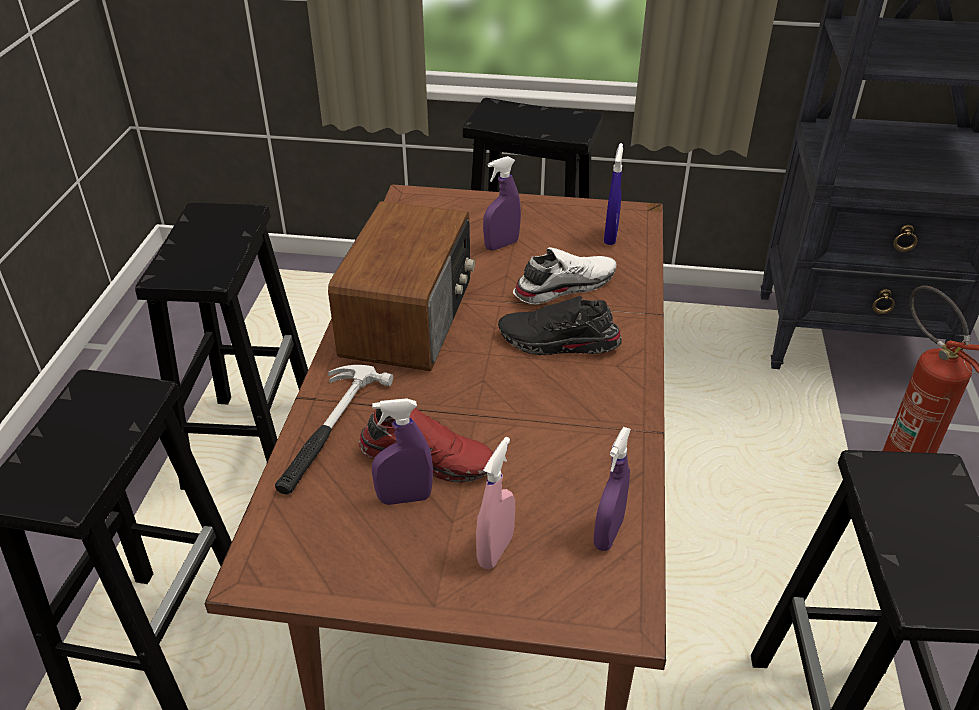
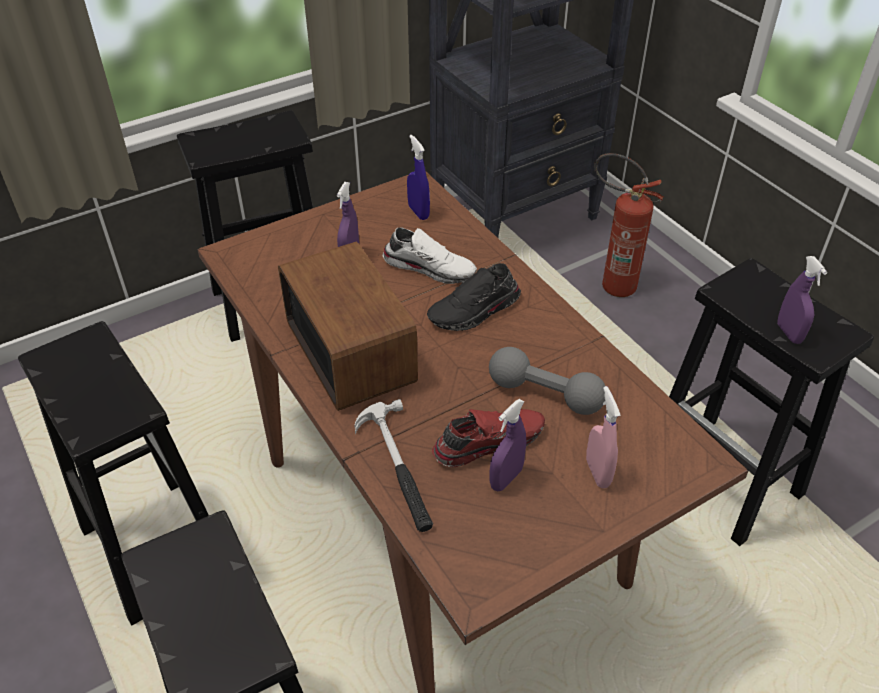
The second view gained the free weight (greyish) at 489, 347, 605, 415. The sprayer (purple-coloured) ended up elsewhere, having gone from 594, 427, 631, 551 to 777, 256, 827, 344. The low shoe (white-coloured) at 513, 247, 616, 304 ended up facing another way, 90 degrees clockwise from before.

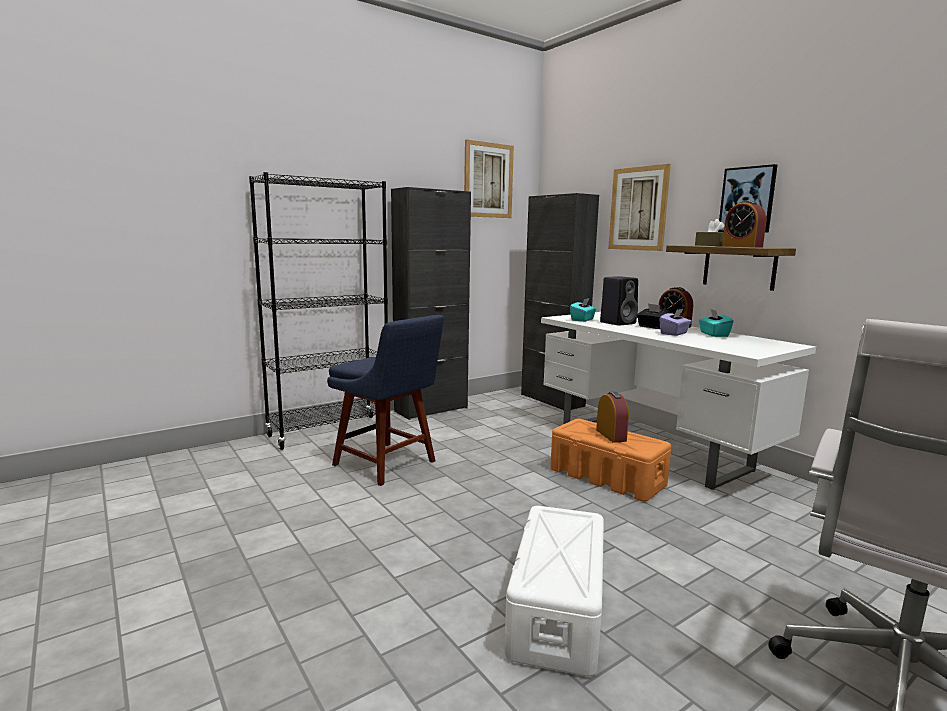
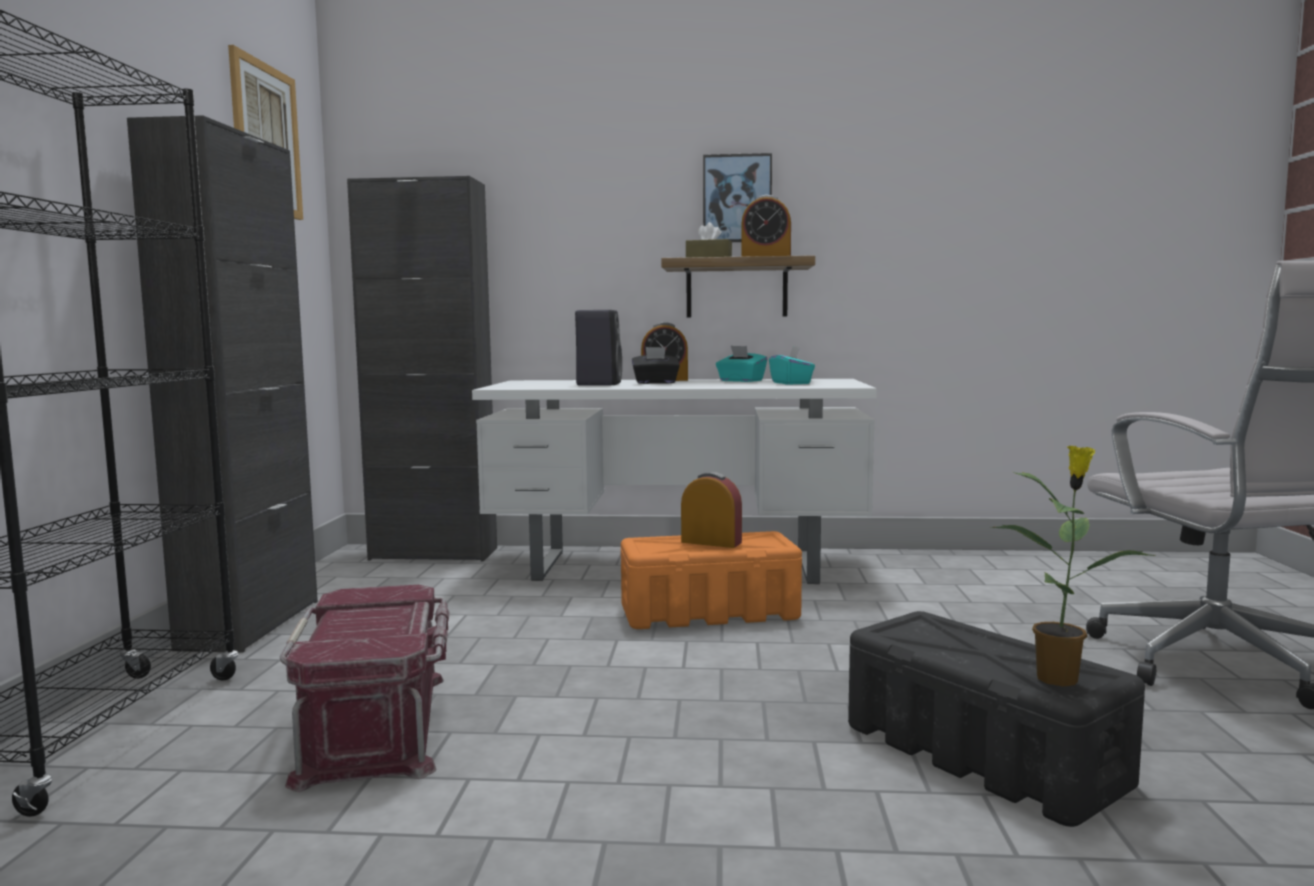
The second view lost the wall art at 608, 164, 671, 251. The second view lost the tissue box (purple-coloured) at 659, 309, 691, 336. The second view gained the potted plant at 991, 446, 1156, 687. The tissue box (turquoise) ended up elsewhere, having gone from 570, 298, 597, 322 to 769, 346, 815, 385. Where the upright chair (bluish) stood at 327, 315, 444, 486, the storage bin (red-coloured) came to stand at 280, 585, 449, 792. What was the storage bin (white-coloured) at 504, 506, 604, 676 turned into the storage bin (black-coloured) at 848, 611, 1145, 827.

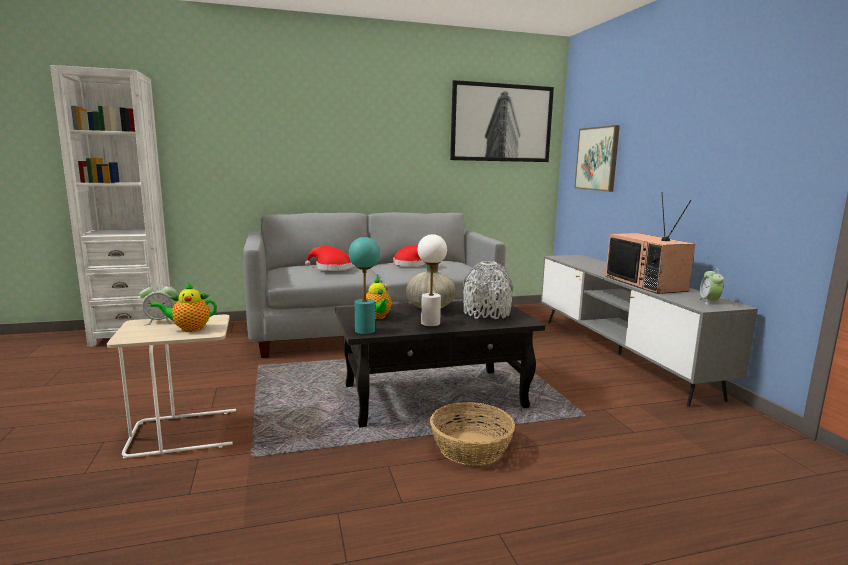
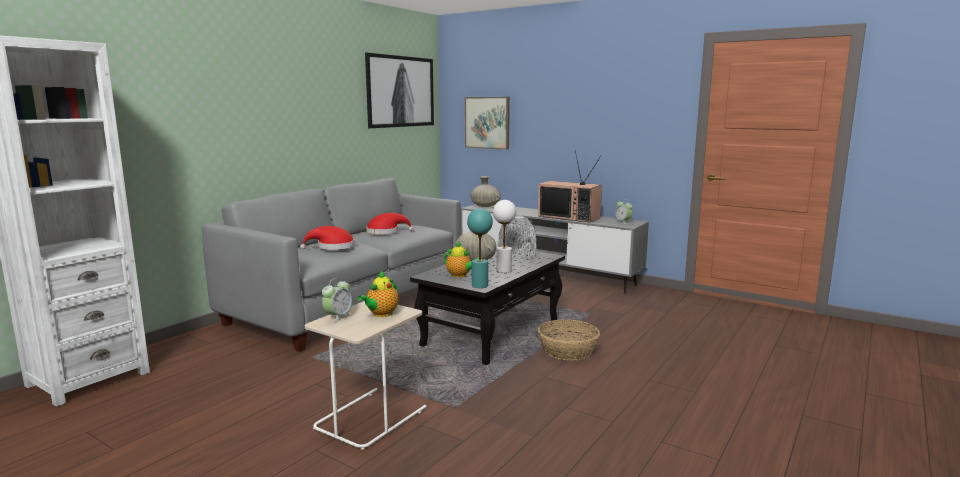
The second view gained the decorative vase (beige) at 470, 176, 500, 207.

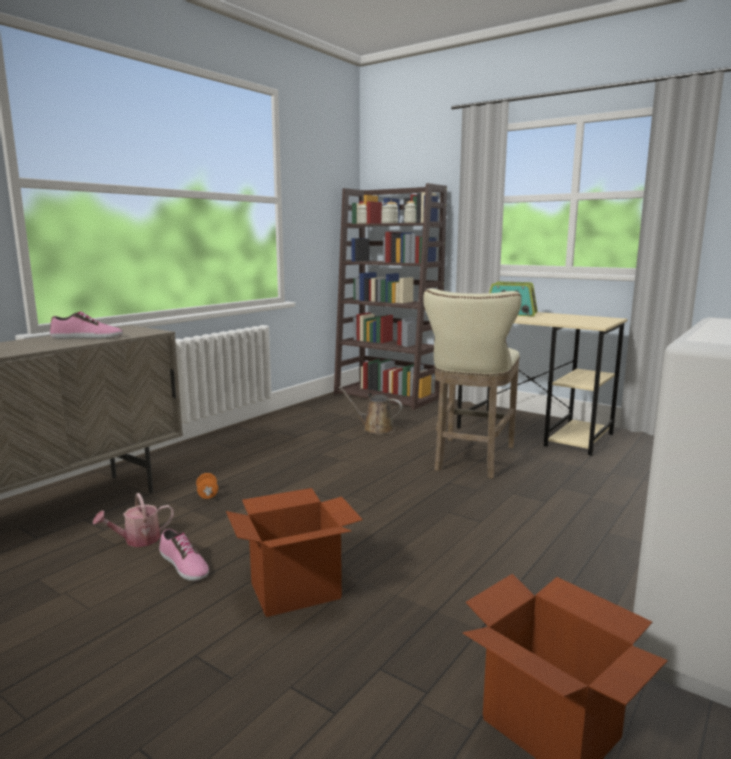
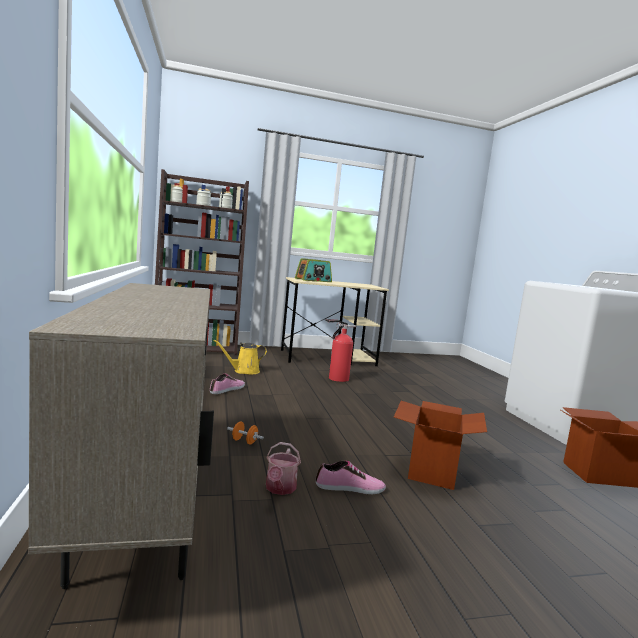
The low shoe ended up elsewhere, having gone from 50, 312, 123, 339 to 210, 374, 245, 394. Where the sitting stool (beige) stood at 423, 288, 522, 478, the extinguisher came to stand at 326, 319, 356, 382. What was the watering can (brown) at 338, 387, 403, 435 turned into the watering can (yellowish) at 213, 340, 267, 375.

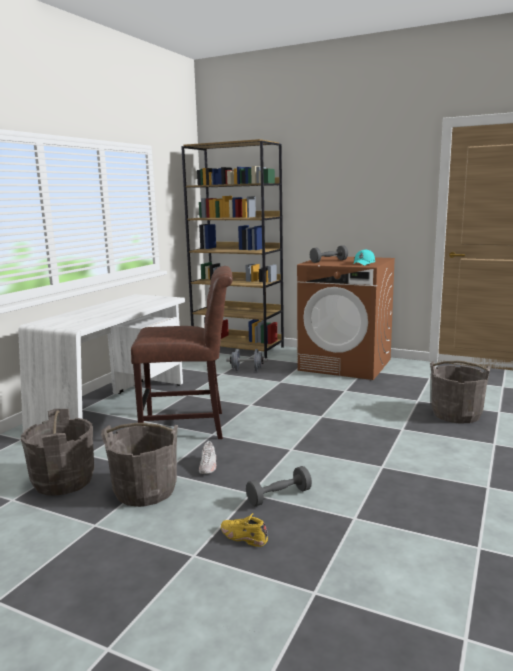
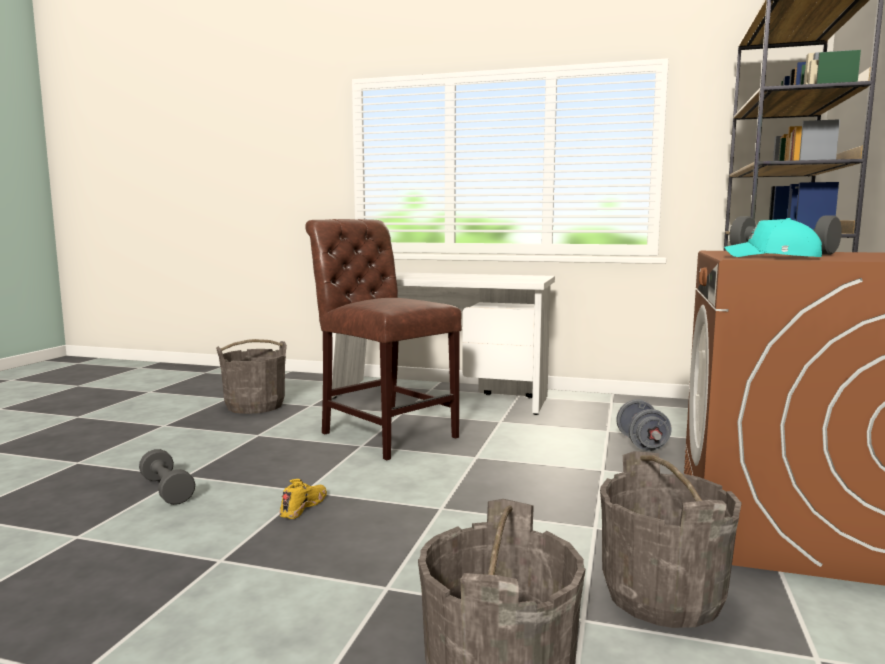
The second view lost the low shoe (white-coloured) at 199, 441, 216, 474. The bucket (greyish) ended up elsewhere, having gone from 101, 423, 178, 507 to 600, 451, 742, 628. The low shoe (yellowish) ended up elsewhere, having gone from 221, 513, 268, 547 to 280, 479, 327, 519. The upright chair (brown) at 131, 266, 233, 439 ended up facing another way, 150 degrees clockwise from before.

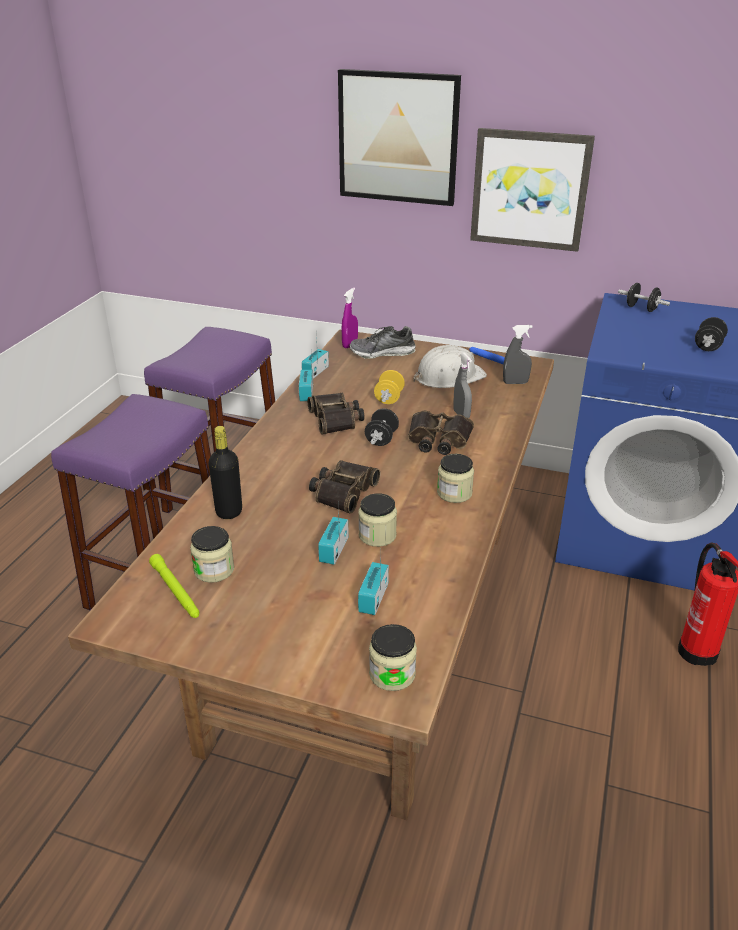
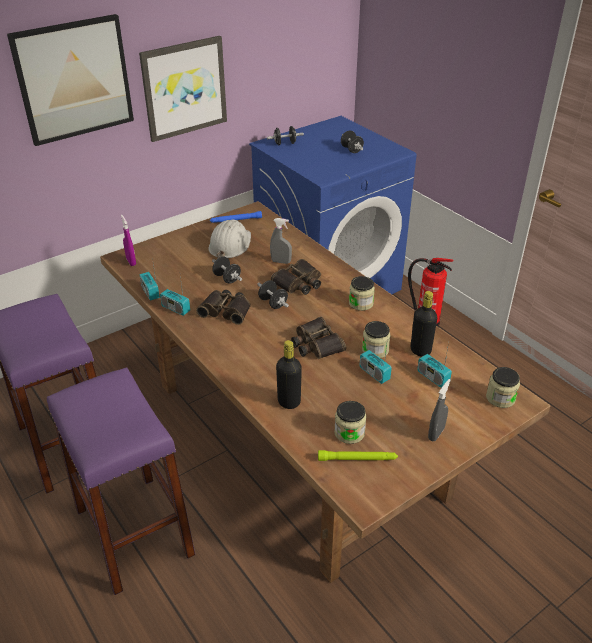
The second view lost the low shoe at 350, 326, 416, 359. The second view gained the drink bottle (black-coloured) at 411, 291, 437, 357. The sprayer (greyish) ended up elsewhere, having gone from 503, 325, 533, 384 to 428, 379, 451, 441. What was the free weight (yellowish) at 374, 370, 405, 404 turned into the free weight (black-coloured) at 212, 257, 242, 284.

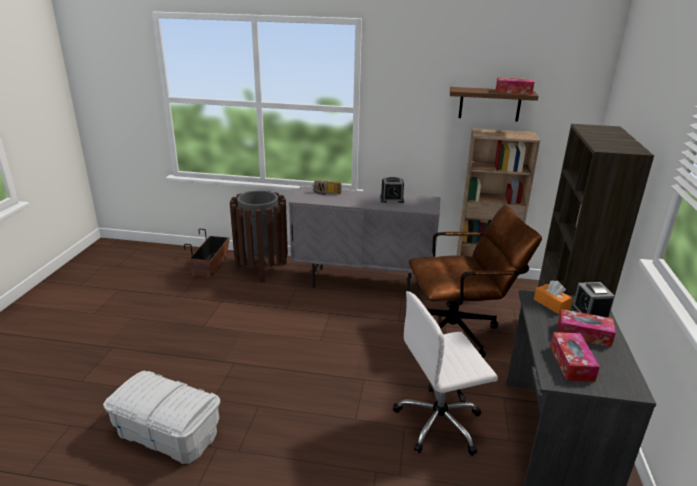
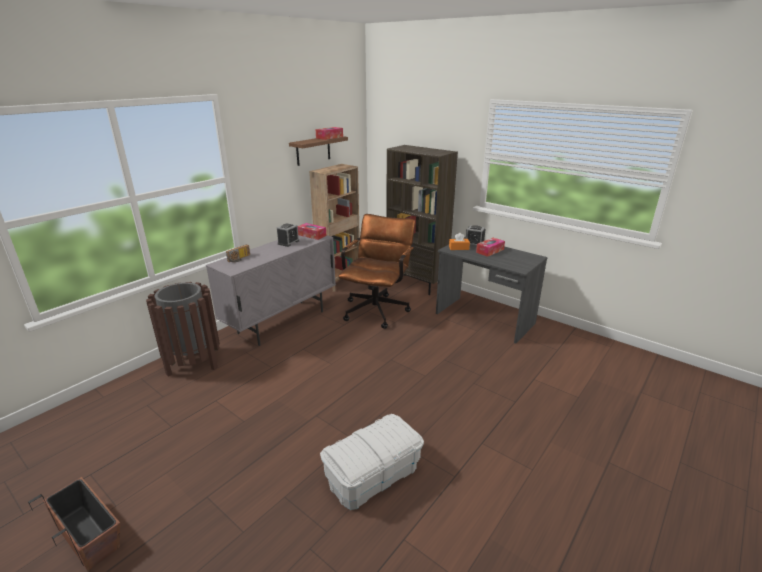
The second view lost the computer chair (white-coloured) at 393, 291, 498, 456. The planter ended up elsewhere, having gone from 184, 229, 230, 278 to 28, 477, 120, 571. The tissue box ended up elsewhere, having gone from 550, 332, 600, 382 to 298, 223, 326, 240.

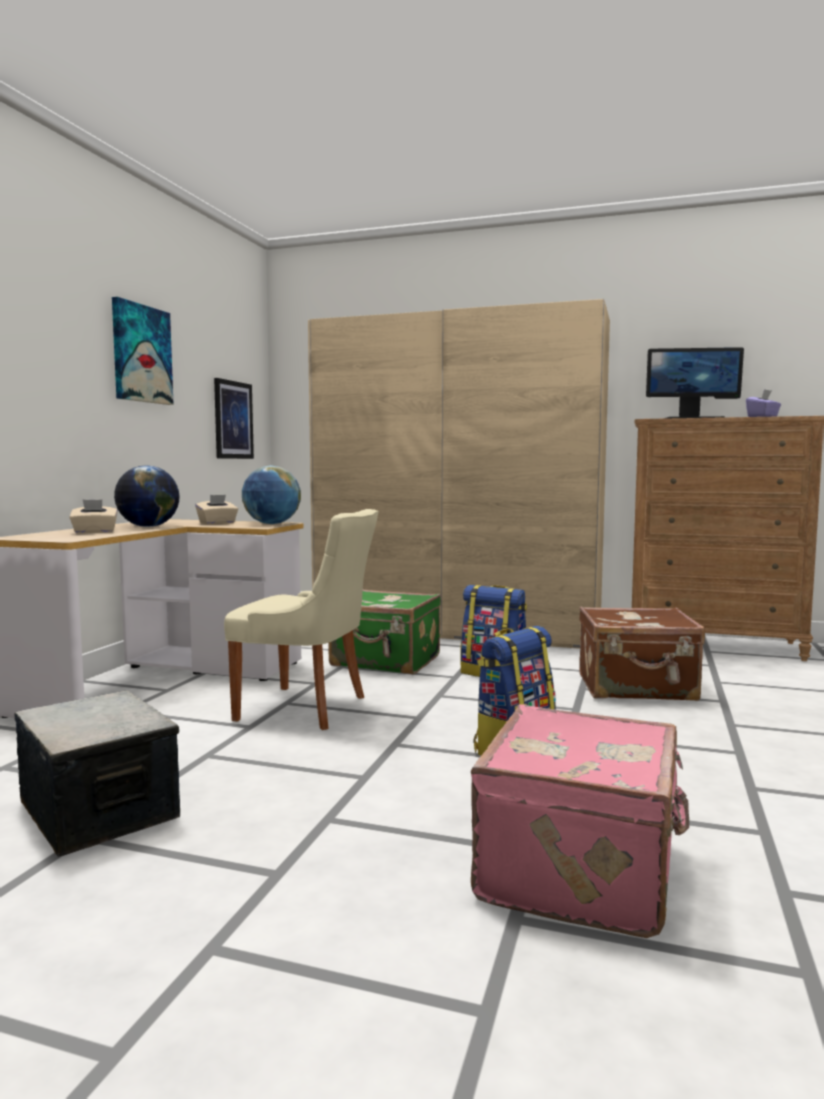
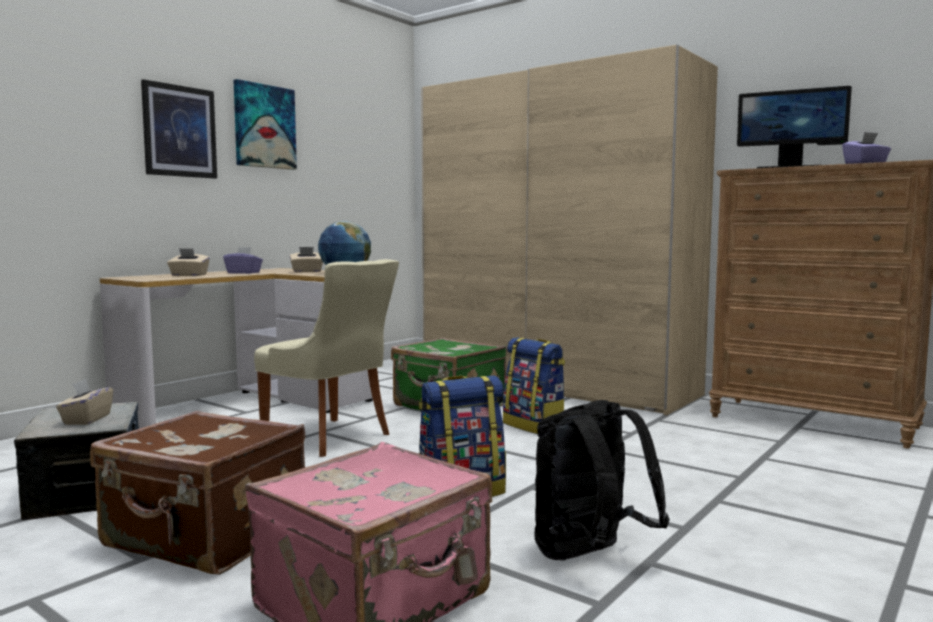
The second view gained the tissue box (beige) at 56, 379, 113, 425. The second view gained the rucksack (black-coloured) at 534, 400, 670, 560. The wall art ended up elsewhere, having gone from 214, 378, 254, 459 to 141, 79, 217, 178. The piece of luggage (brown) ended up elsewhere, having gone from 579, 606, 705, 701 to 90, 410, 305, 575. Where the world globe stood at 114, 465, 180, 527, the tissue box (purple-coloured) came to stand at 223, 247, 263, 274.

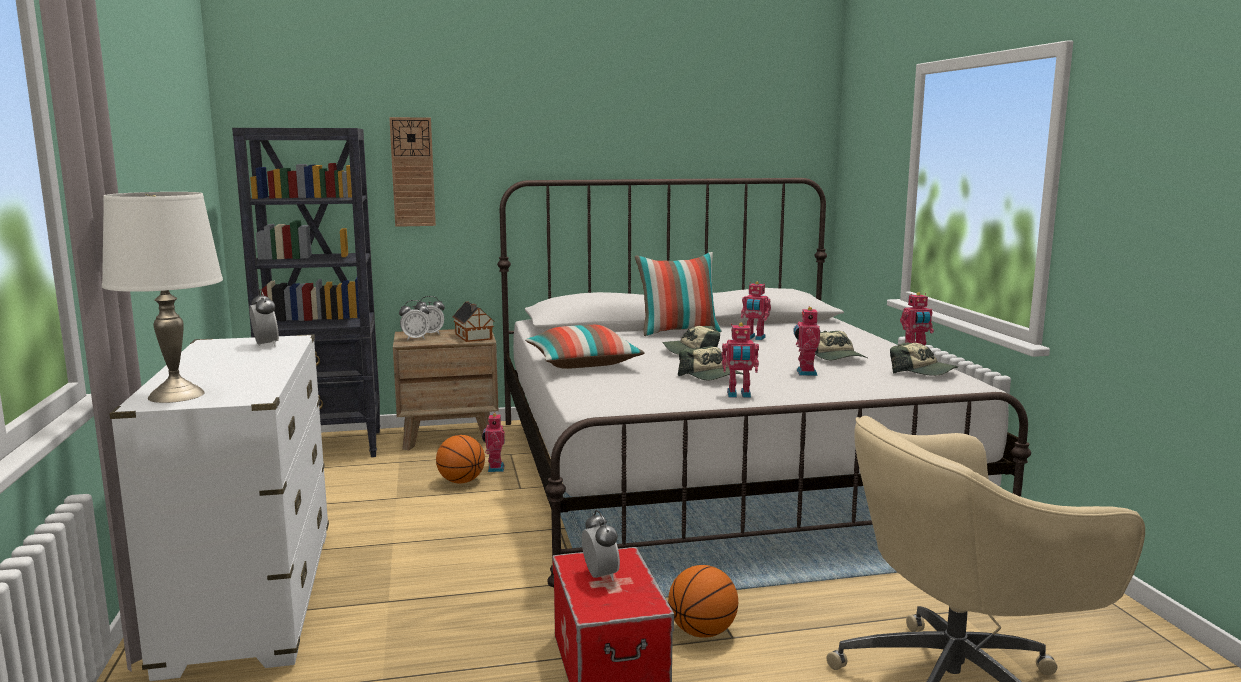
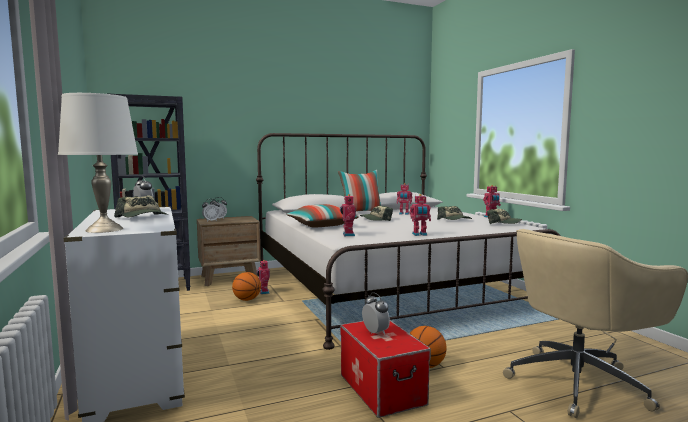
The second view lost the clock on the wall at 389, 117, 436, 227. The second view lost the toy house at 452, 302, 495, 342. The cap ended up elsewhere, having gone from 678, 346, 743, 380 to 114, 195, 169, 218. The model robot ended up elsewhere, having gone from 793, 307, 820, 376 to 340, 194, 356, 236.

